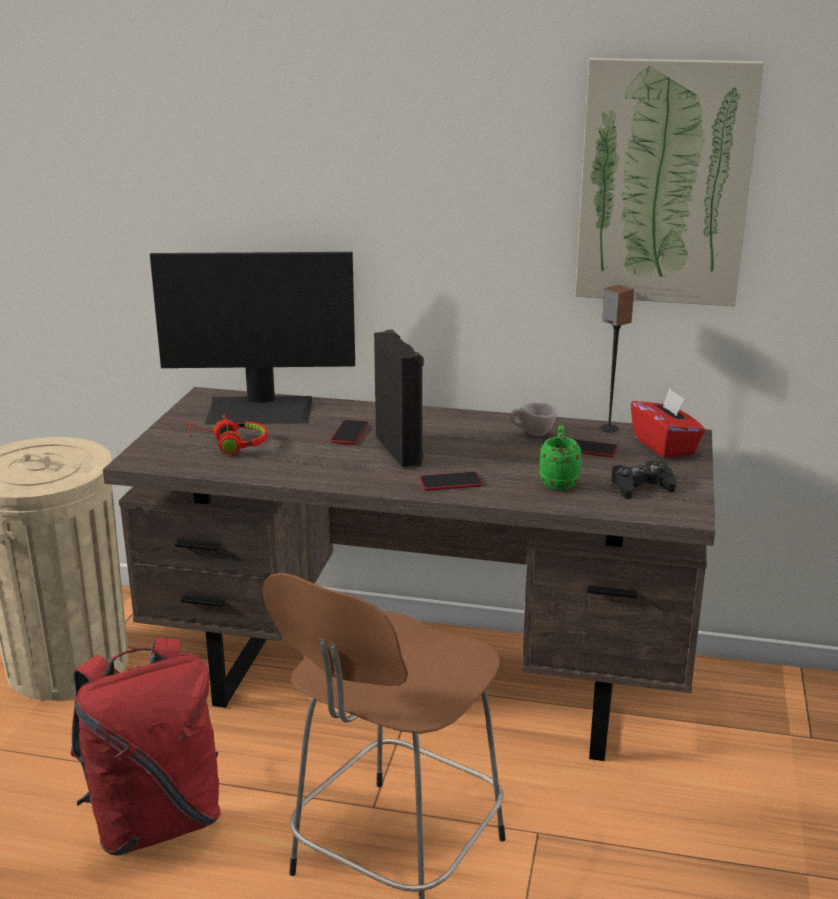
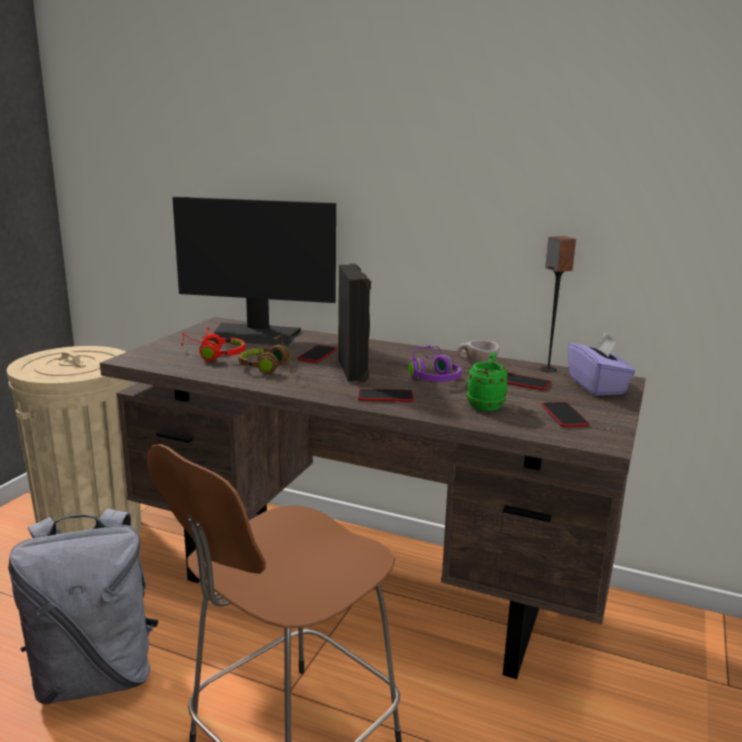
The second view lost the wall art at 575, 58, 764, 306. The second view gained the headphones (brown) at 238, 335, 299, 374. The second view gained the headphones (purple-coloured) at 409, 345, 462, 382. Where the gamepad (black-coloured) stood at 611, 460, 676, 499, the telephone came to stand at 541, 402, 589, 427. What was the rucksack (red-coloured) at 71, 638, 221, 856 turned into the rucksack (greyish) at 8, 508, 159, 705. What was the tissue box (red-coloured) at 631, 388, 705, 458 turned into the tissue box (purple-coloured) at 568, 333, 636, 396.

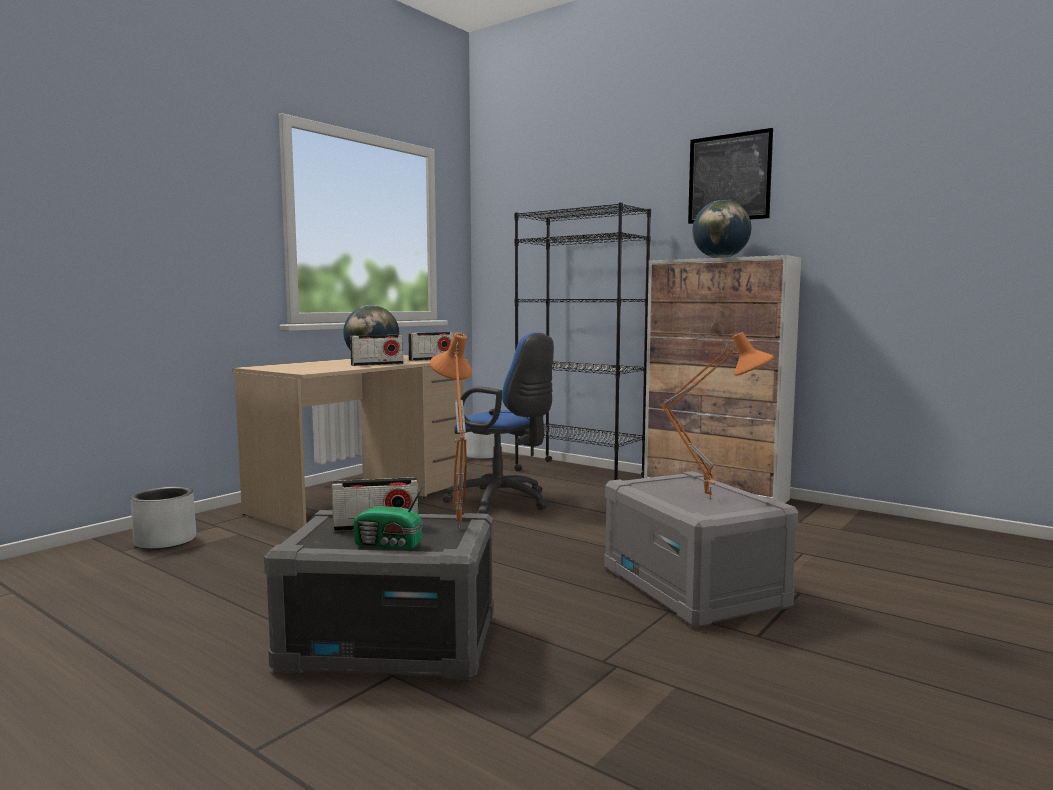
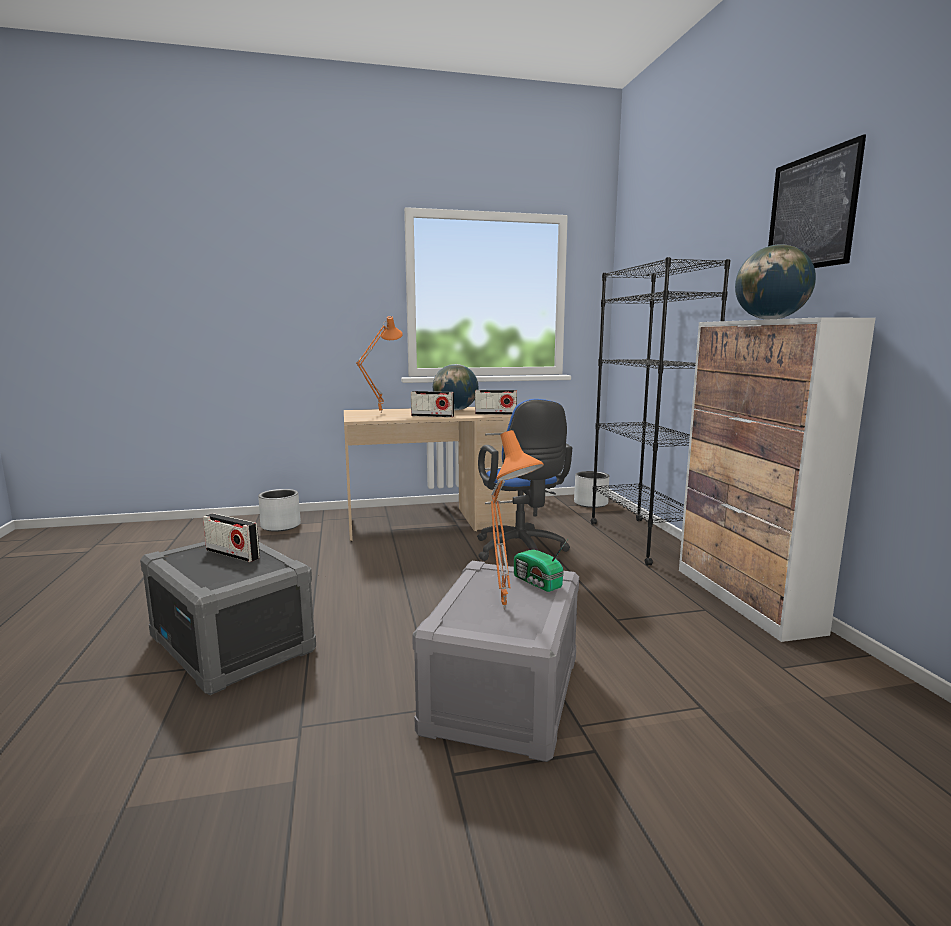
The radio ended up elsewhere, having gone from 353, 481, 426, 549 to 514, 539, 568, 592. The lamp for a table (orangey) ended up elsewhere, having gone from 430, 332, 472, 528 to 356, 316, 403, 413.

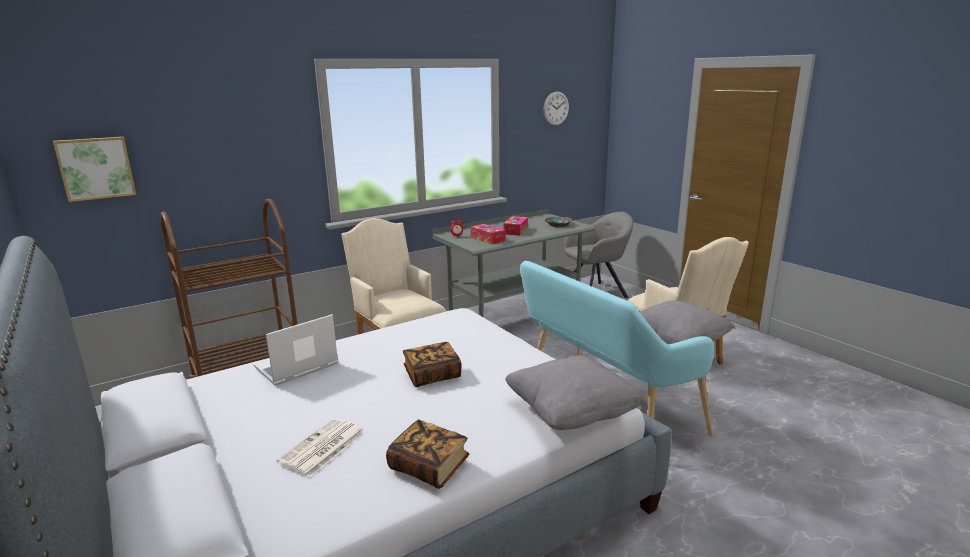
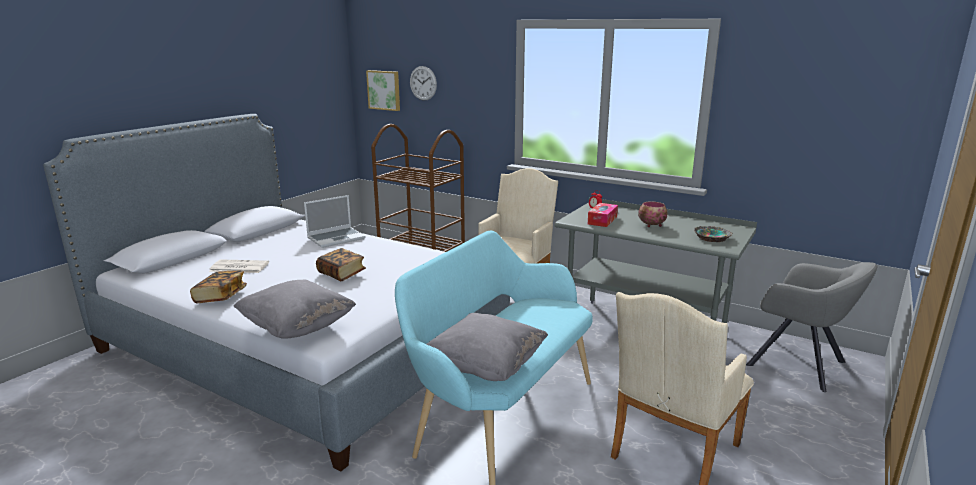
The clock on the wall ended up elsewhere, having gone from 543, 92, 569, 126 to 410, 66, 437, 101. Where the tissue box stood at 504, 216, 528, 235, the bowl came to stand at 638, 201, 668, 227. The notebook computer at 253, 314, 338, 386 ended up facing another way, 120 degrees clockwise from before.

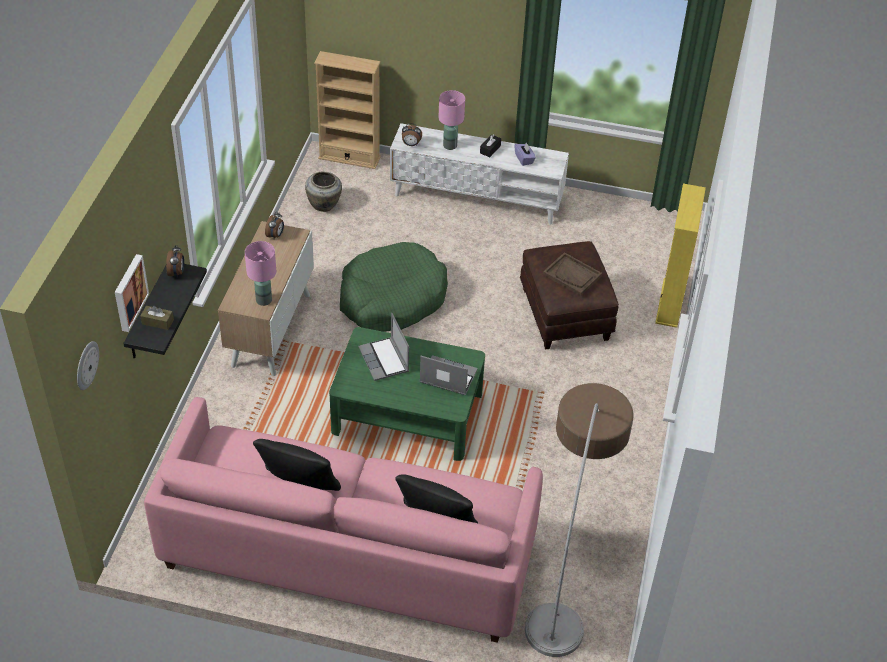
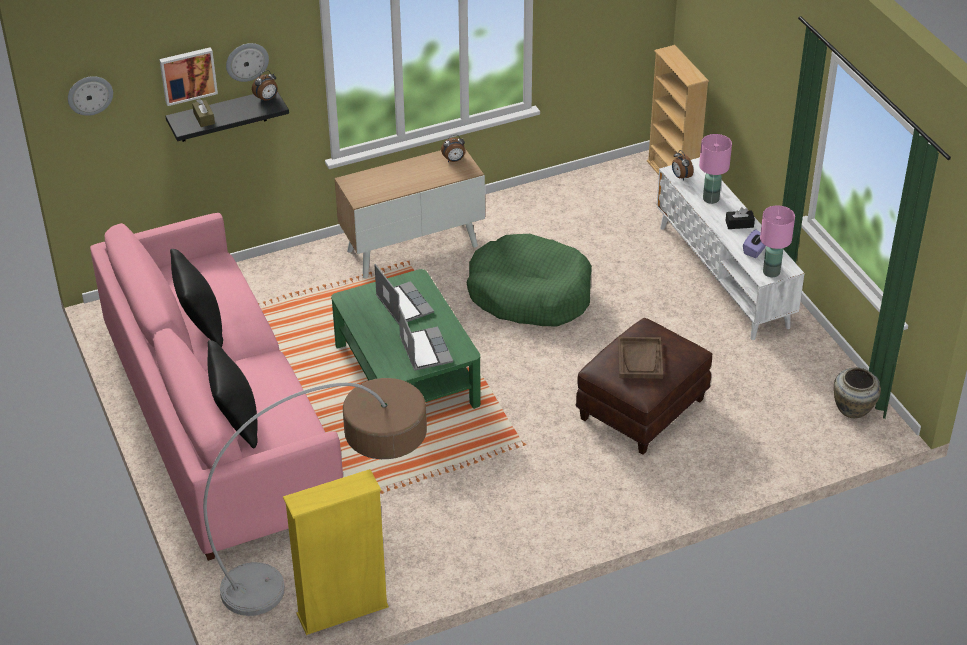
The second view gained the clock on the wall at 226, 43, 269, 82. The lamp for a table (pink-coloured) ended up elsewhere, having gone from 245, 241, 276, 306 to 760, 205, 795, 277. The decorative vase (beige) ended up elsewhere, having gone from 305, 172, 342, 212 to 834, 368, 881, 418. The bookshelf (yellowish) ended up elsewhere, having gone from 655, 183, 706, 328 to 283, 469, 389, 635. The notebook computer at 358, 313, 409, 381 ended up facing another way, 120 degrees clockwise from before.

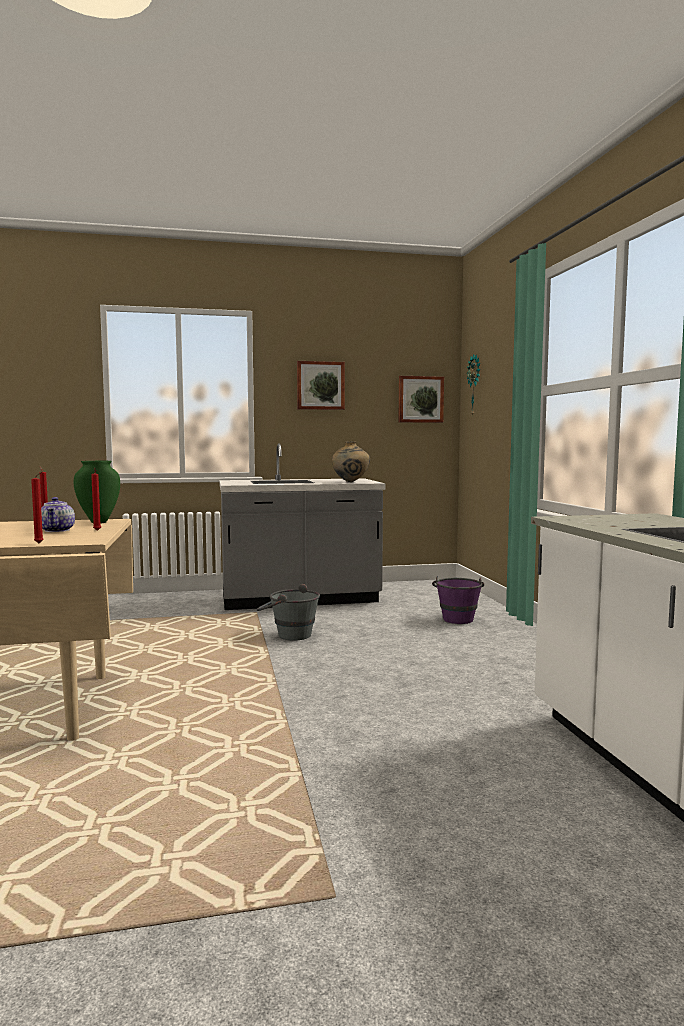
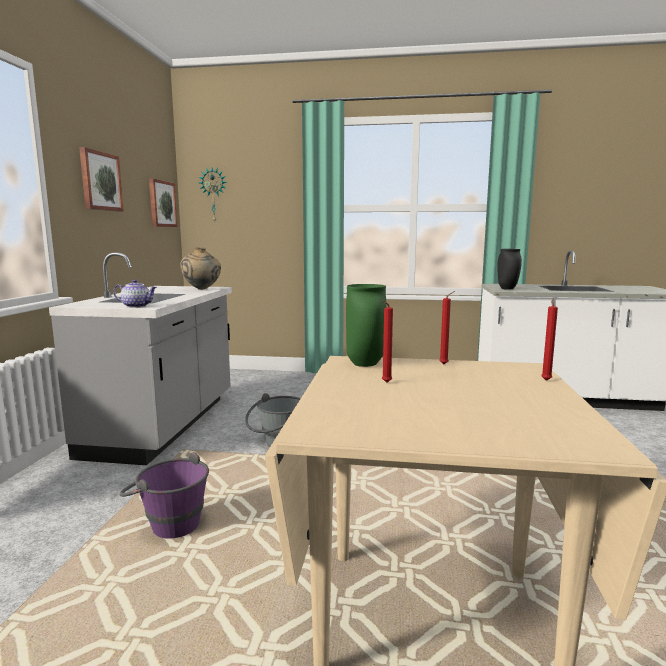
The second view gained the decorative vase (black-coloured) at 497, 249, 522, 290. The teapot ended up elsewhere, having gone from 41, 497, 75, 532 to 113, 279, 157, 308. The bucket (purple-coloured) ended up elsewhere, having gone from 432, 576, 484, 624 to 119, 452, 209, 539.

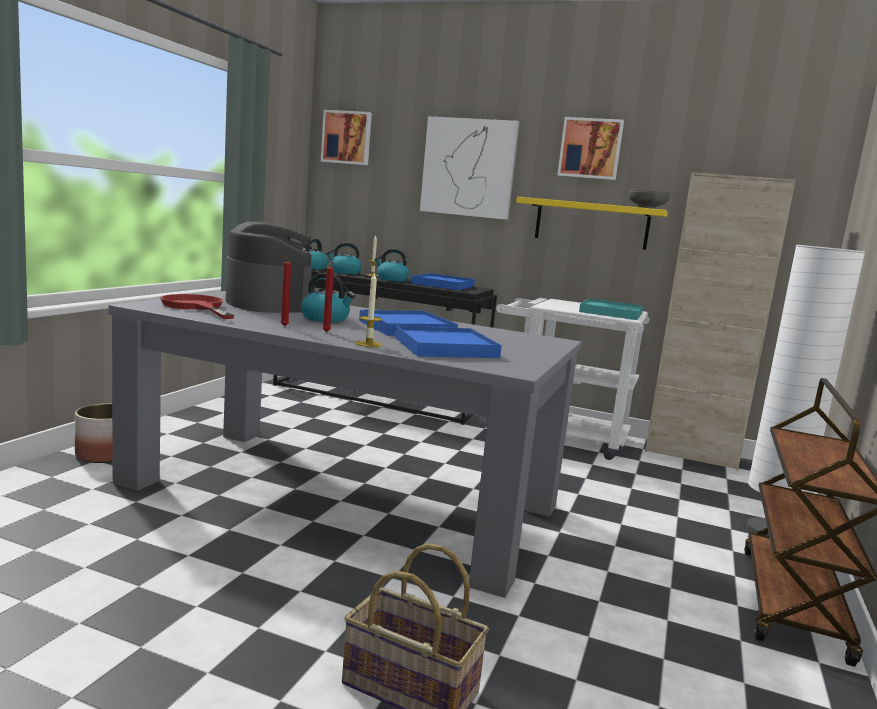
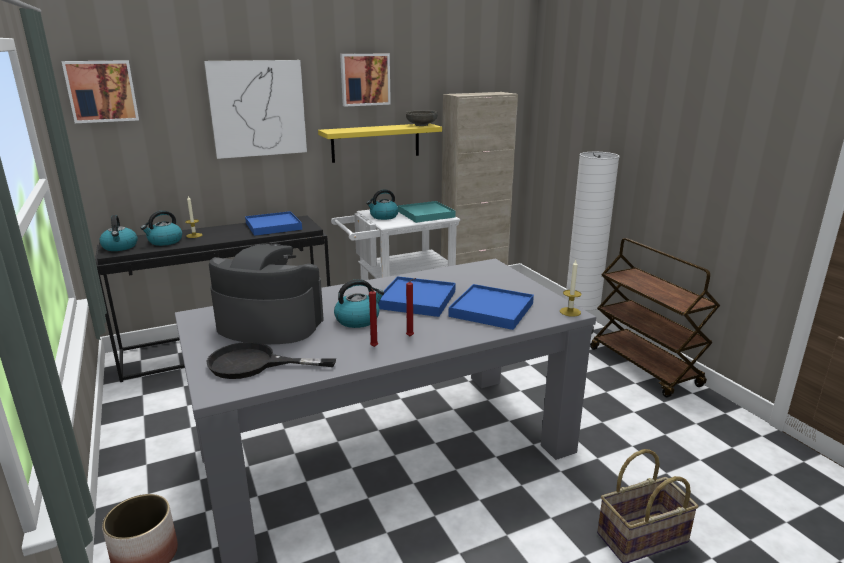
The wax light ended up elsewhere, having gone from 356, 272, 383, 347 to 560, 260, 581, 317. The kettle ended up elsewhere, having gone from 374, 249, 409, 282 to 366, 189, 399, 220. What was the frying pan (red-coloured) at 160, 294, 234, 319 turned into the frying pan (black-coloured) at 206, 342, 336, 379.

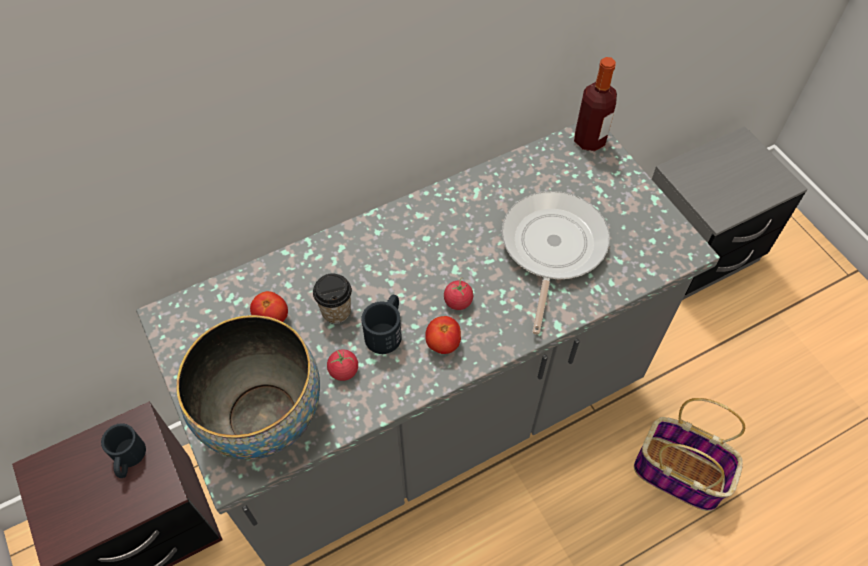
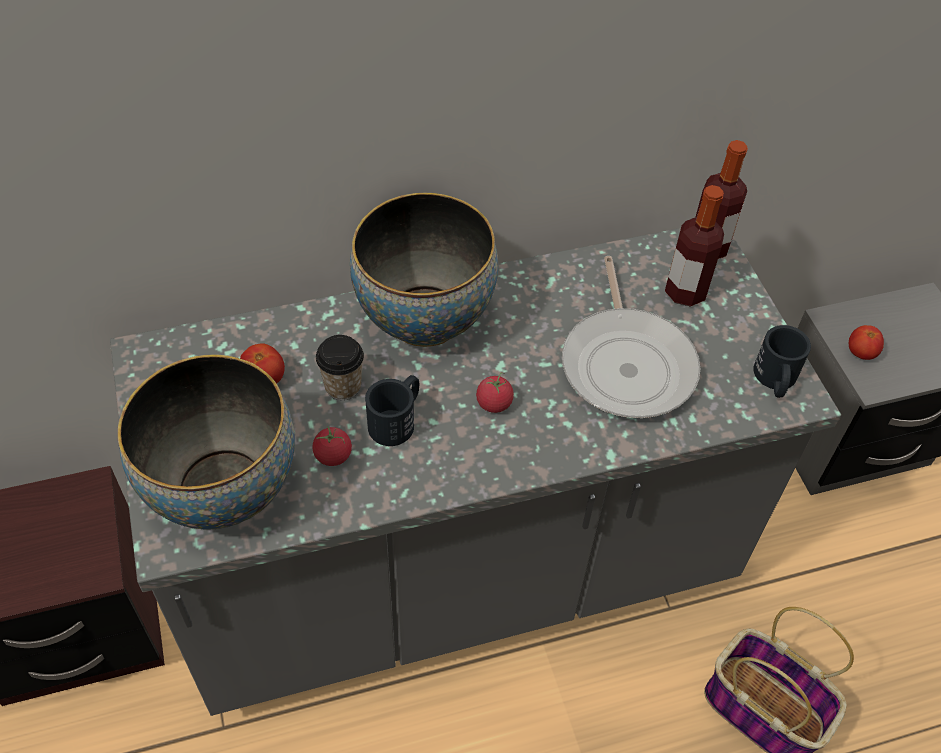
The second view gained the bowl at 350, 193, 498, 347. The second view gained the drink bottle at 665, 185, 724, 307. The tea mug (black-coloured) ended up elsewhere, having gone from 101, 423, 146, 478 to 753, 325, 811, 398. The fresh tomato ended up elsewhere, having gone from 425, 316, 461, 354 to 849, 325, 884, 360. The frying pan at 502, 191, 610, 335 ended up facing another way, 150 degrees clockwise from before.

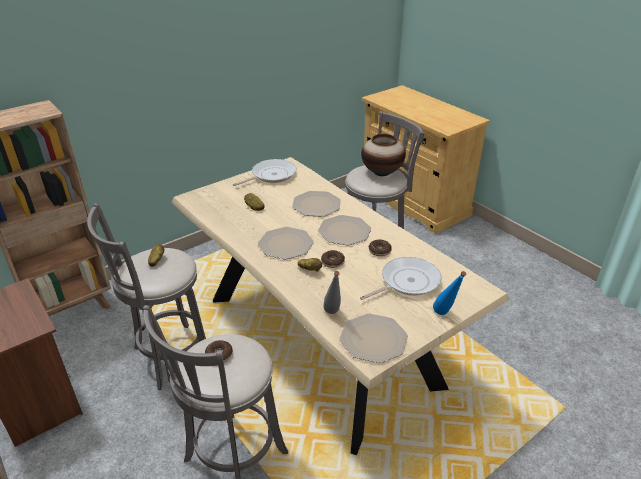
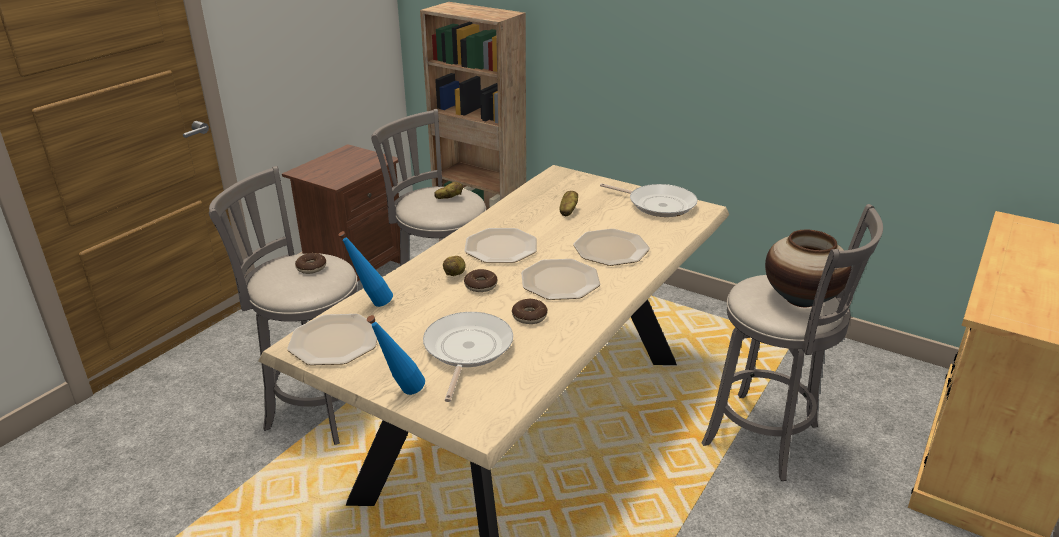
What was the drink bottle (greyish) at 324, 271, 341, 314 turned into the drink bottle (bluish) at 338, 231, 393, 307. The frying pan at 360, 257, 442, 300 ended up facing another way, 120 degrees counterclockwise from before.

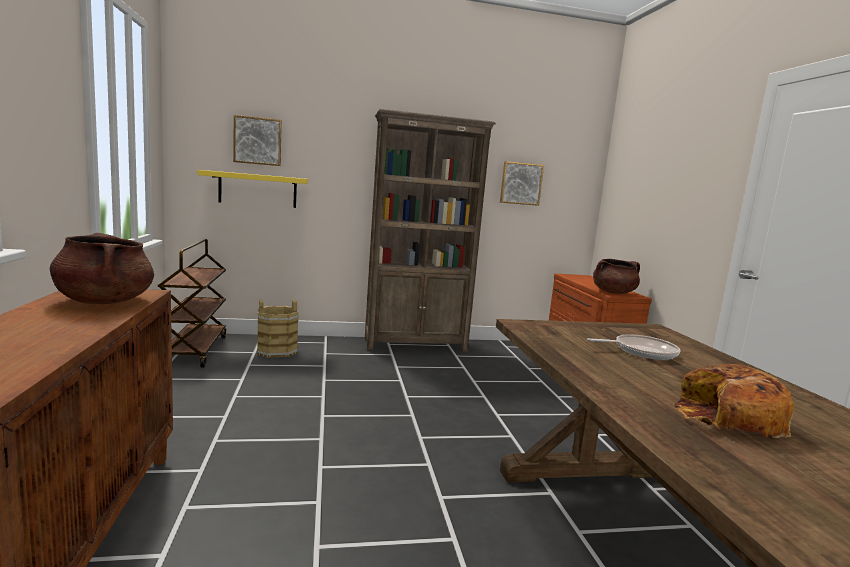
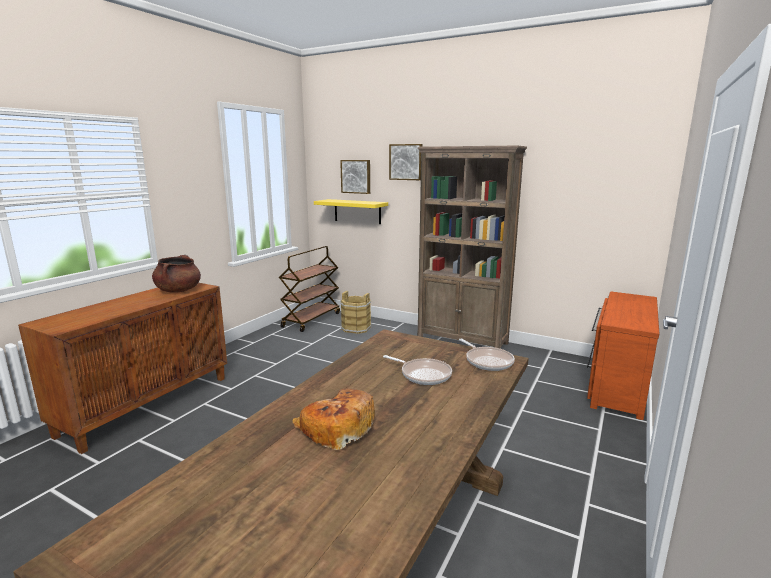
The second view lost the saucepot (brown) at 593, 259, 640, 294. The second view gained the frying pan at 459, 339, 515, 371. The wall art ended up elsewhere, having gone from 500, 161, 544, 206 to 389, 144, 422, 180.

